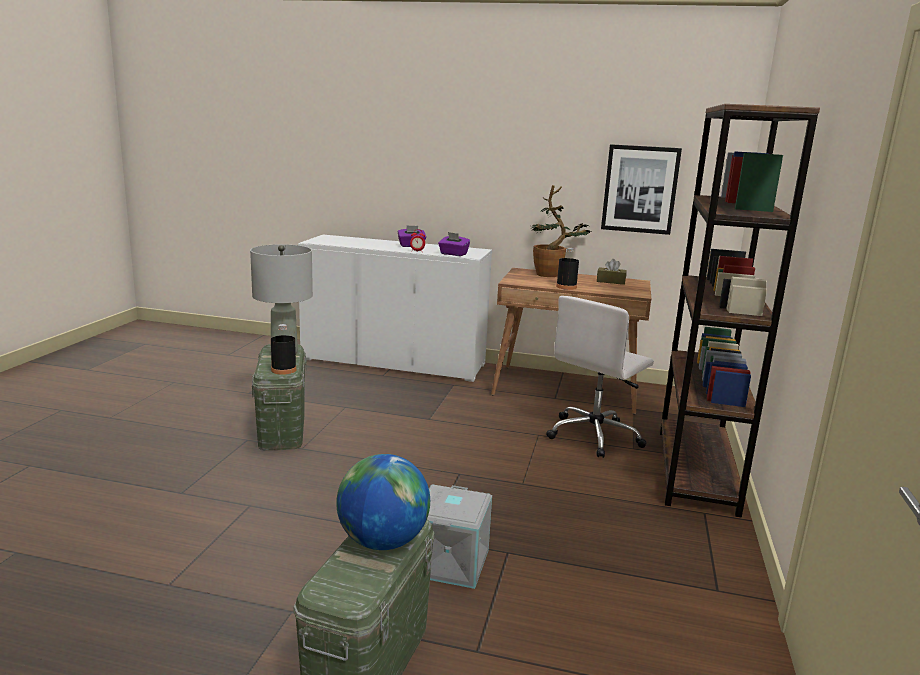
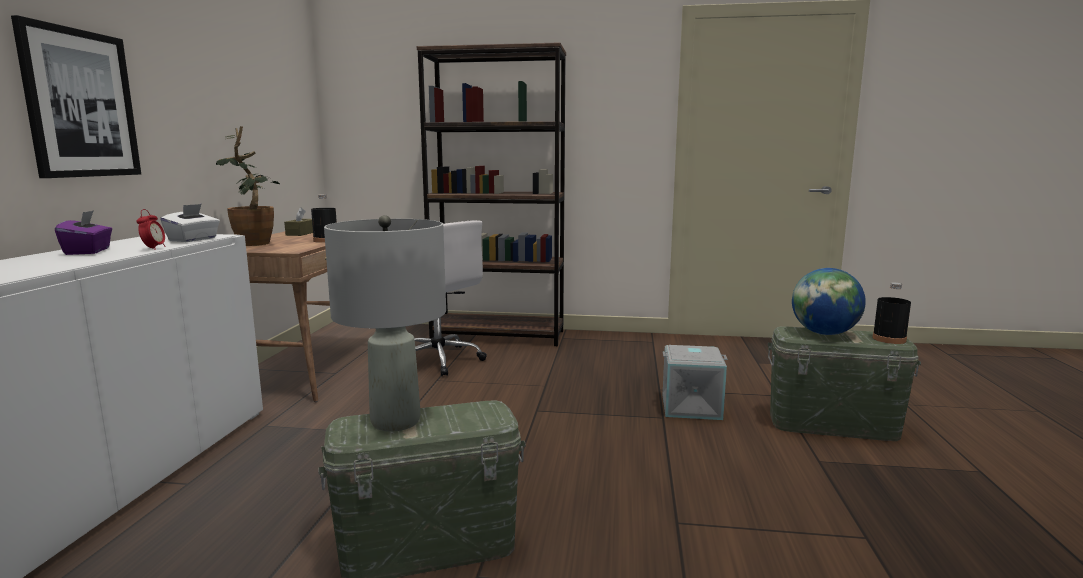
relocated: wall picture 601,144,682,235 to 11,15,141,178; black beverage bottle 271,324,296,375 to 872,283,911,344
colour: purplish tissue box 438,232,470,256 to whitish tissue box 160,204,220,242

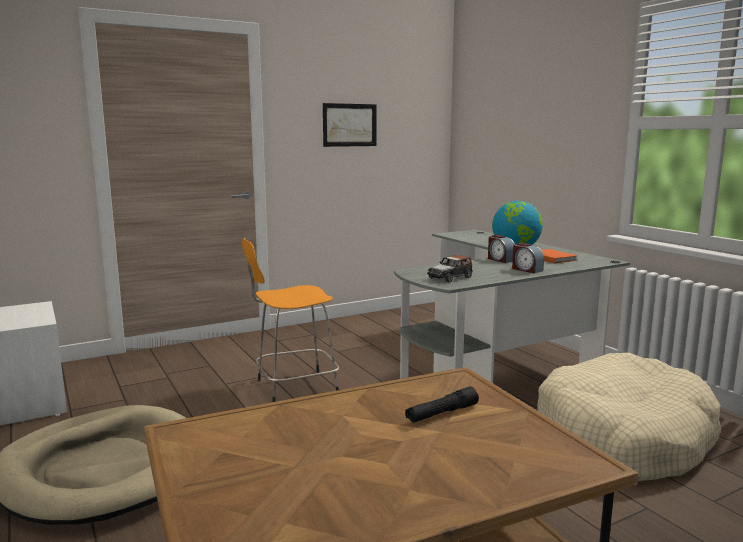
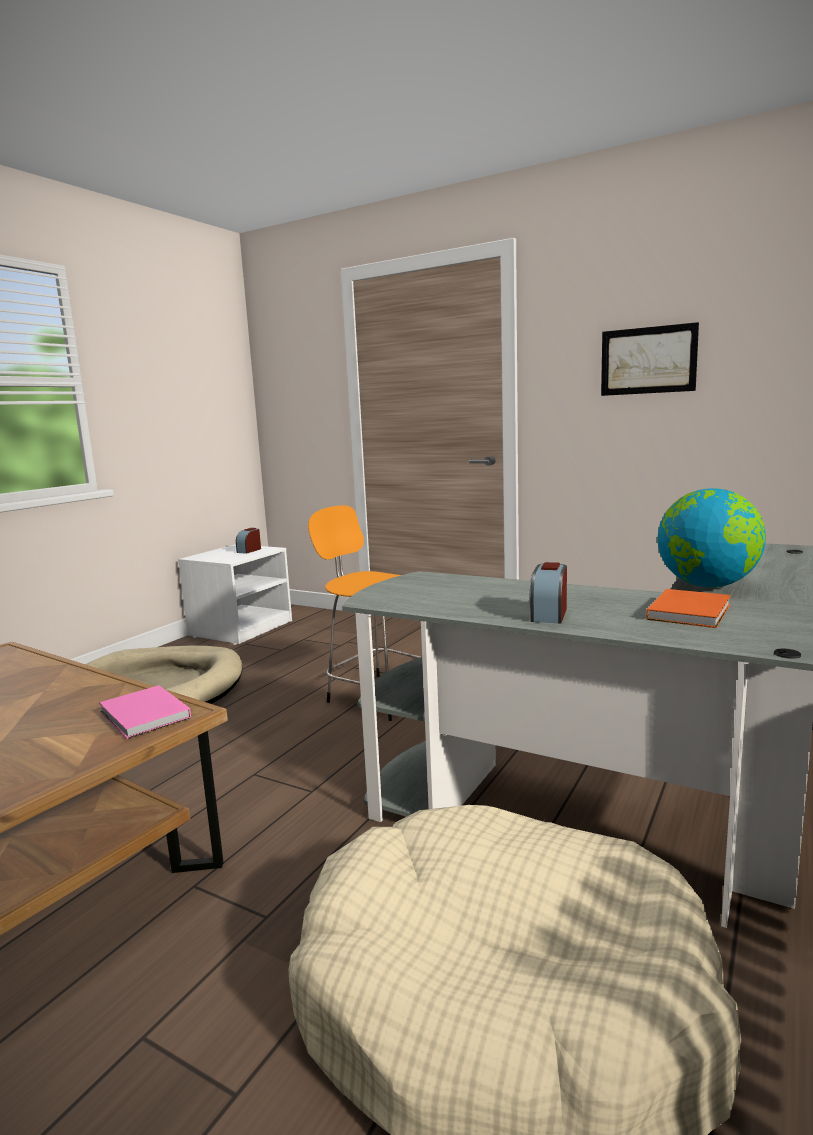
missing: toy car 427,255,473,283; black torch 405,387,479,423
appeared: pink book 99,685,191,739
relocated: bedside clock 488,235,515,263 to 236,528,261,554

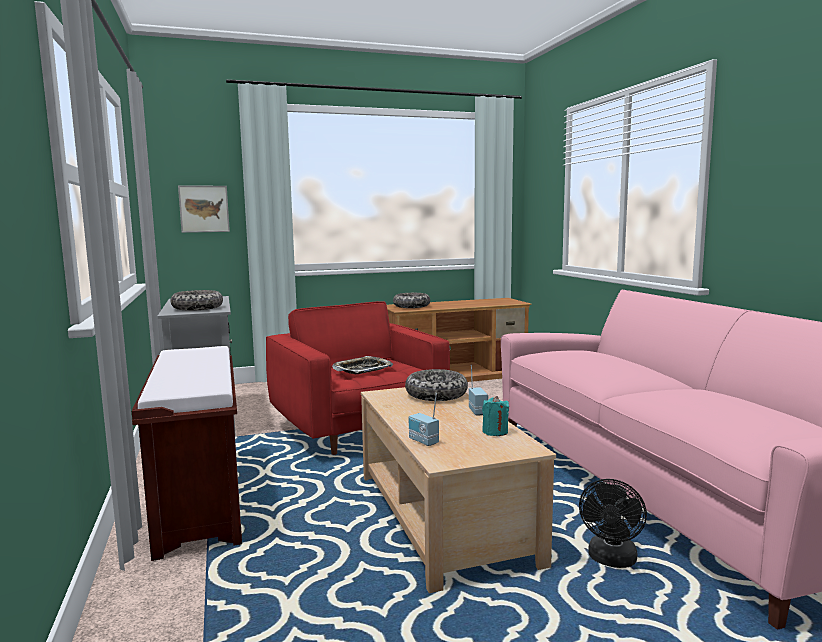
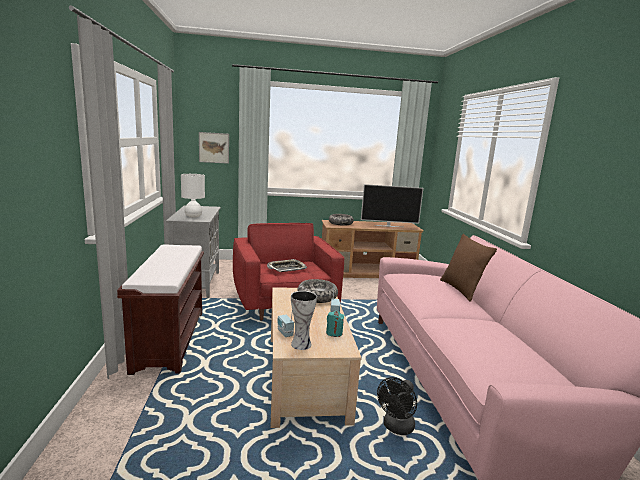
appeared: TV set 361,184,423,227; brown-coloured cushion 440,234,497,302; flower vase 291,291,317,350
exchanged: bowl 171,290,223,311 to whitish table lamp 181,174,205,218

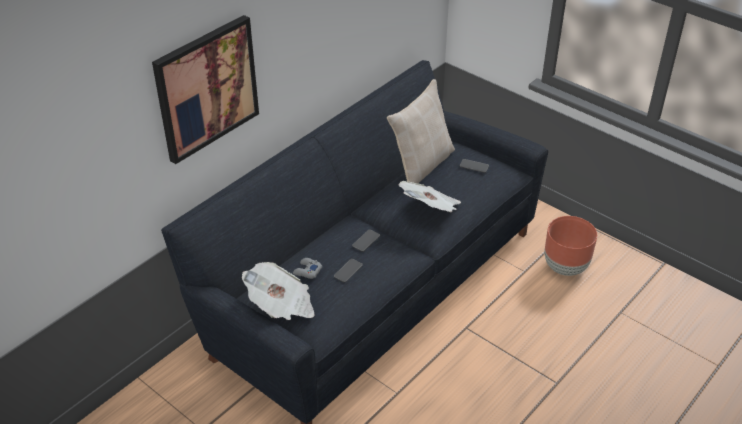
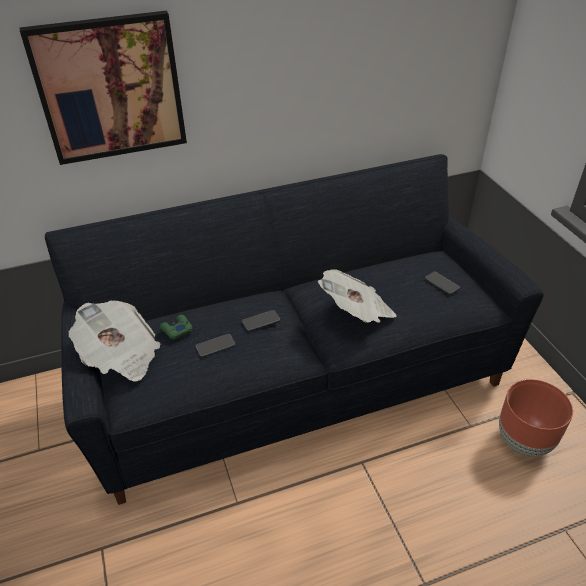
missing: beige-coloured cushion 387,79,455,183
colour: grey gamepad 293,258,322,279 to greenish gamepad 160,315,192,340

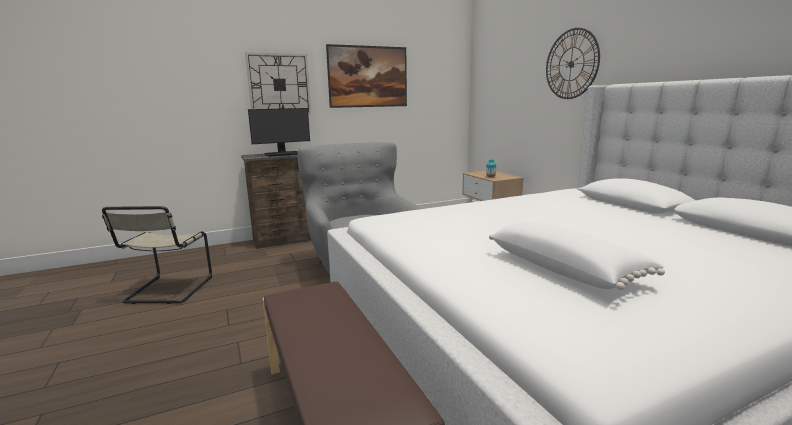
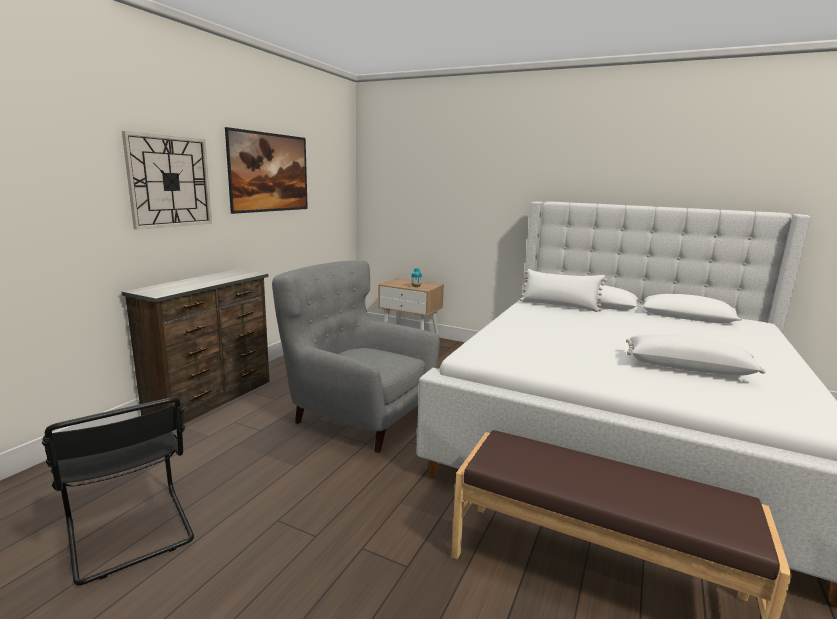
missing: hanging clock 546,28,600,99; monitor 248,108,310,157
appeared: whitish cushion 520,269,607,312
colour: beige-coloured upright chair 102,206,212,304 to black upright chair 42,397,194,585

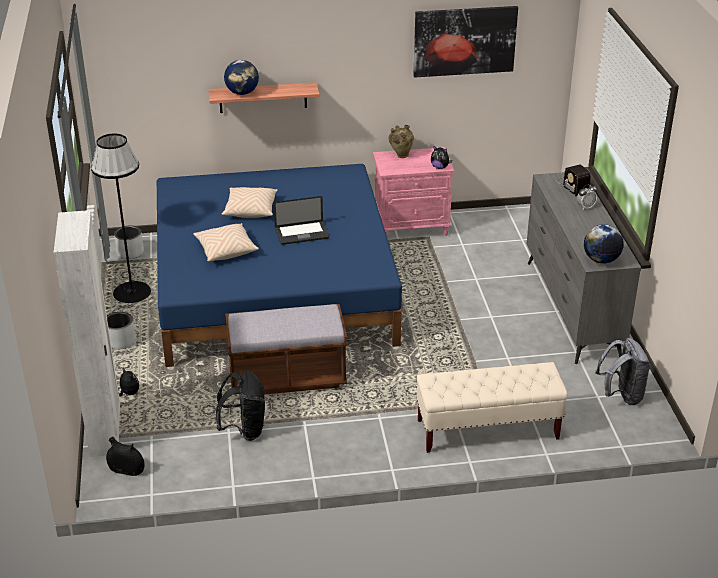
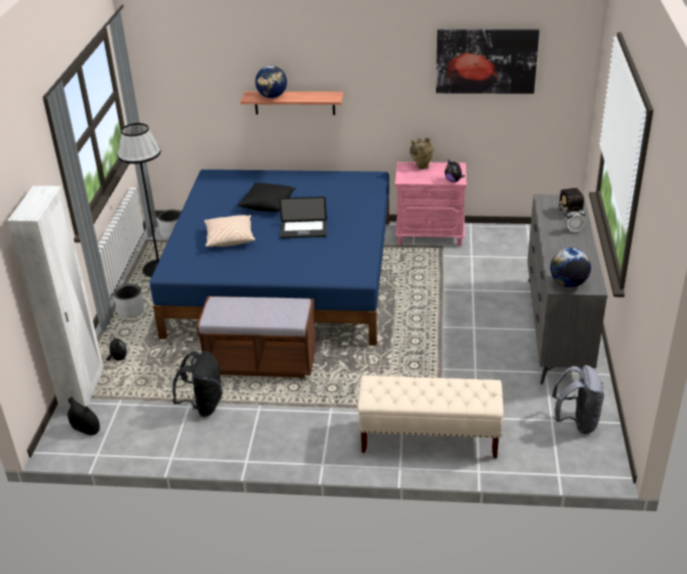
colour: beige-coloured cushion 222,187,278,218 to black cushion 237,183,296,212

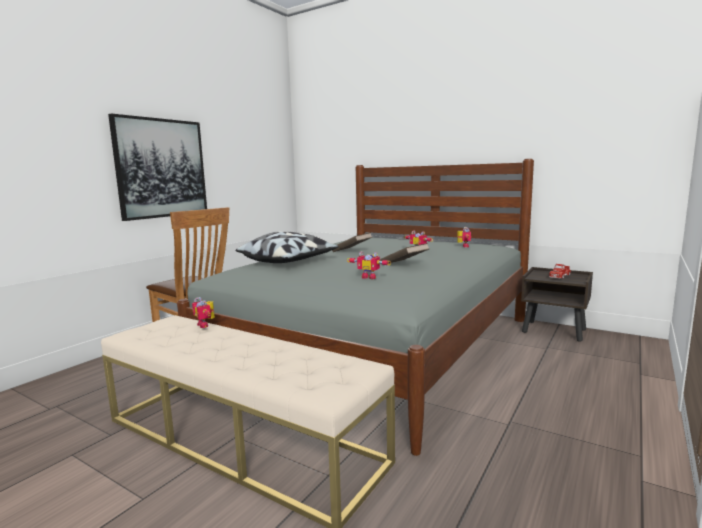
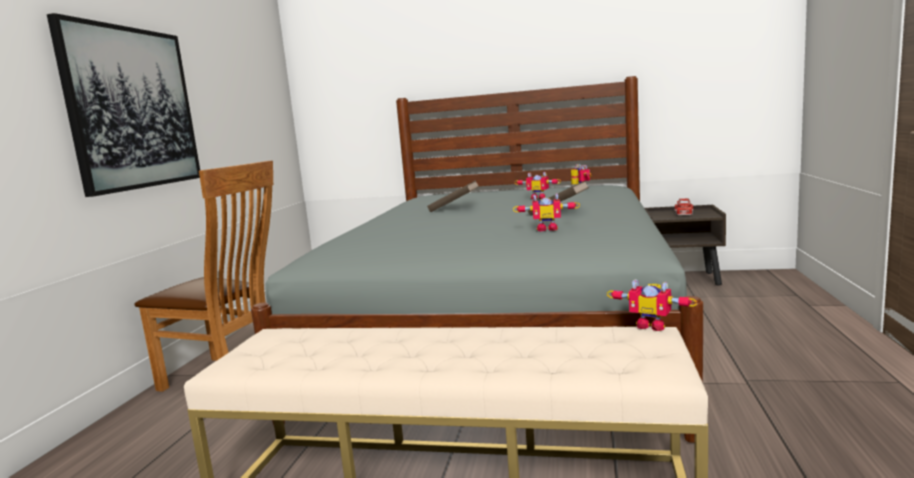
missing: cushion 236,231,339,263
relocated: toy robot 192,297,215,328 to 607,279,697,331

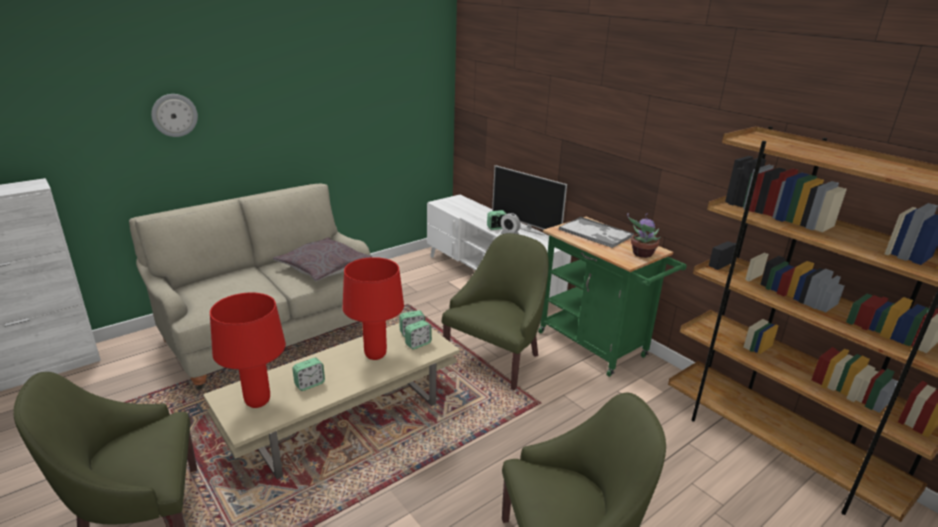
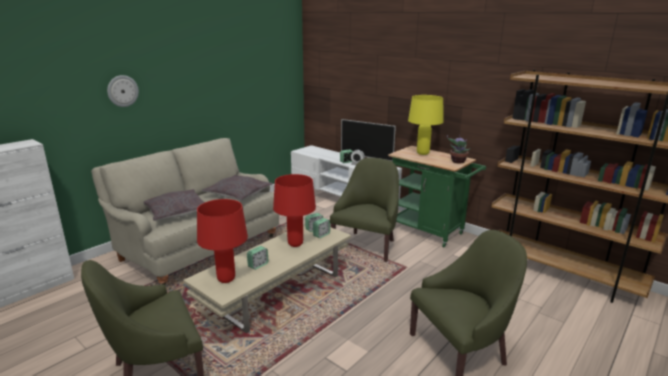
appeared: grey cushion 143,189,205,221
exchanged: carrying tray 559,217,634,248 to yellow-coloured table lamp 408,95,443,155

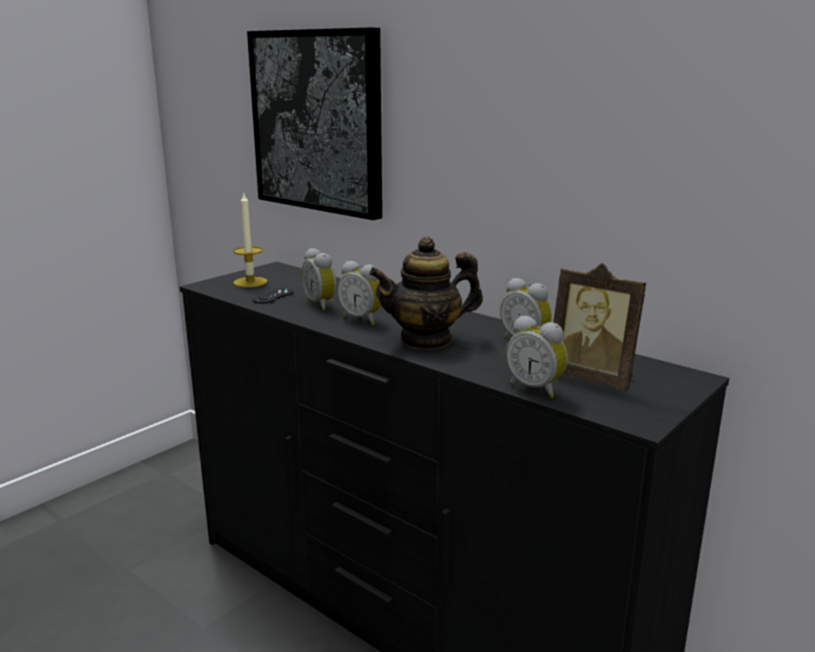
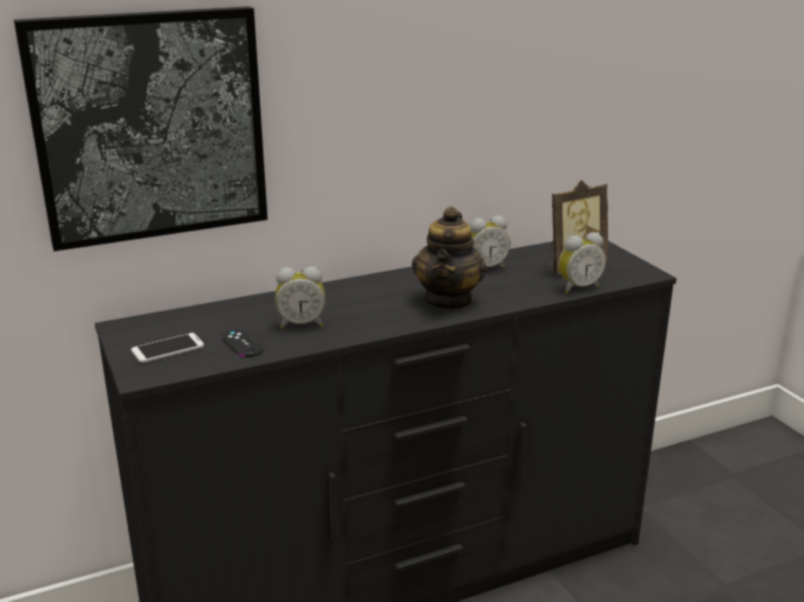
missing: bedside clock 337,261,381,325
exchanged: wax light 233,191,268,287 to handset 131,333,204,363

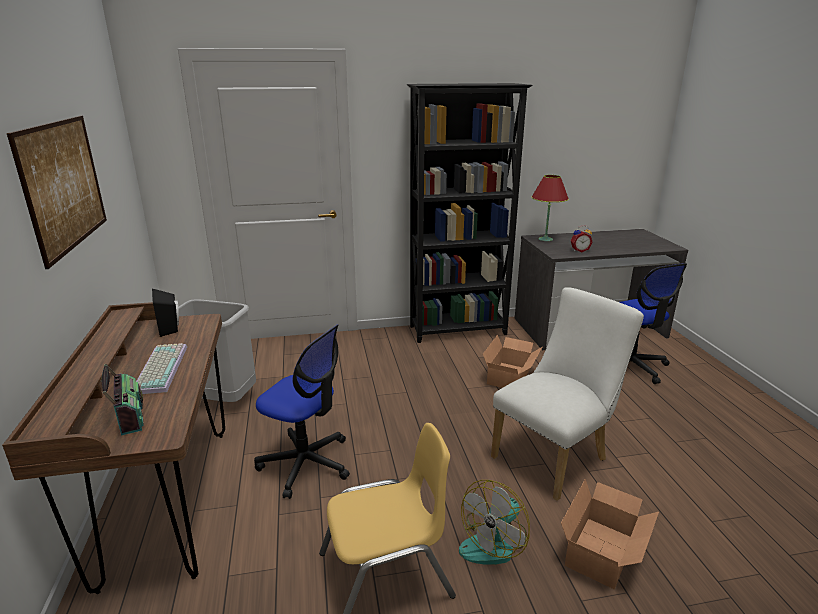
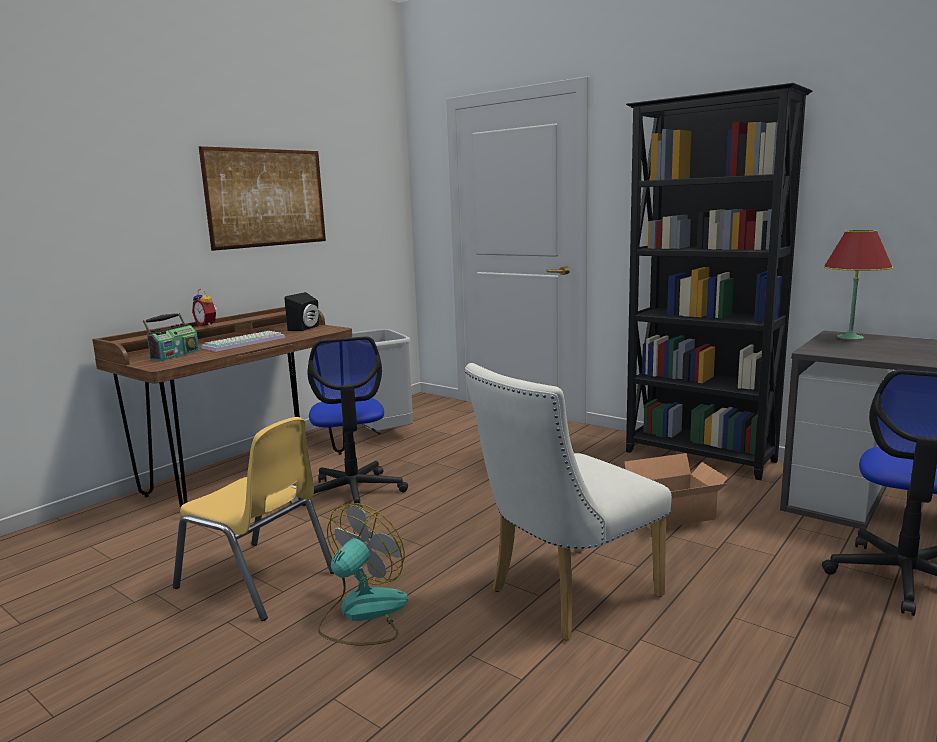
missing: packing box 561,479,659,589
relocated: bedside clock 571,225,593,252 to 192,289,217,326
spun: whitish upright chair 491,287,644,501 = 464,363,672,641 135 degrees clockwise; cooling fan 459,480,530,565 = 318,503,408,646 120 degrees clockwise

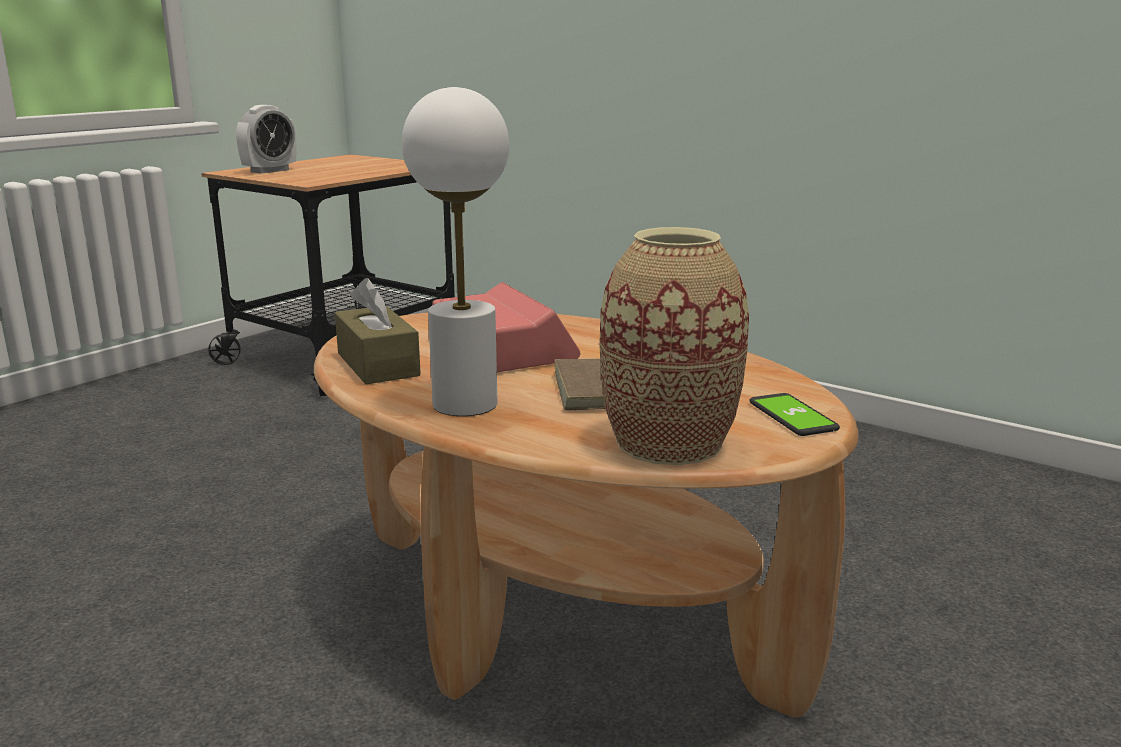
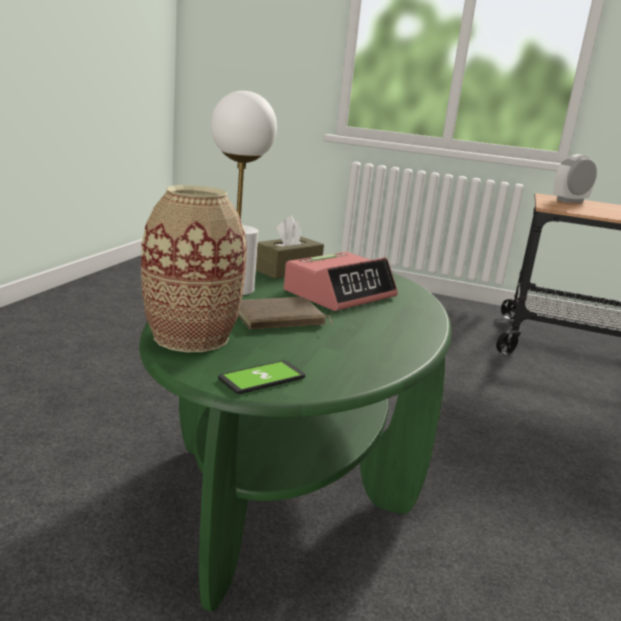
colour: brown-coloured low table 314,313,859,717 to greenish low table 139,271,452,612
spun: bedside clock 236,105,297,174 = 553,154,597,203 135 degrees clockwise

